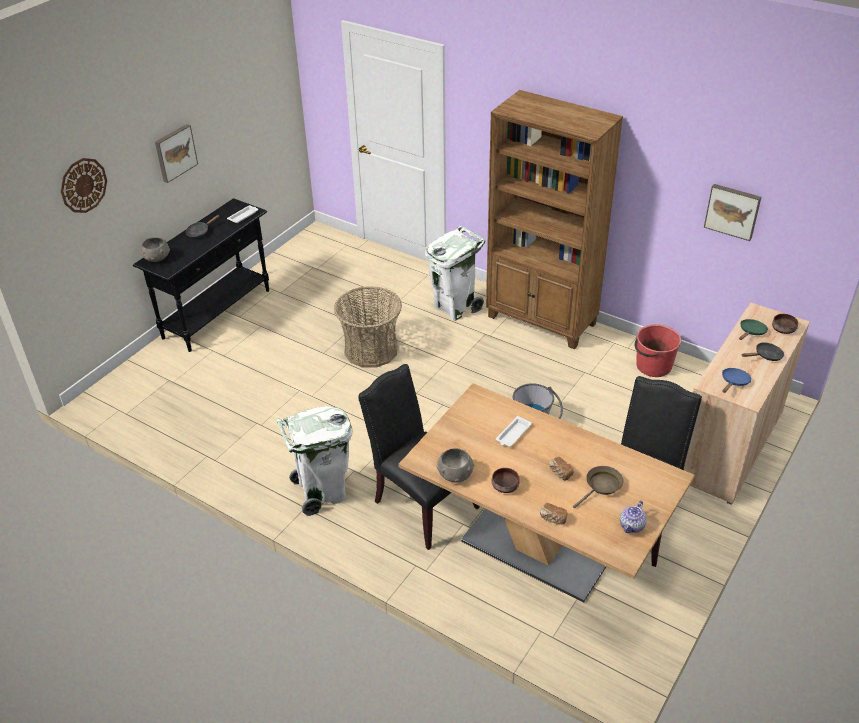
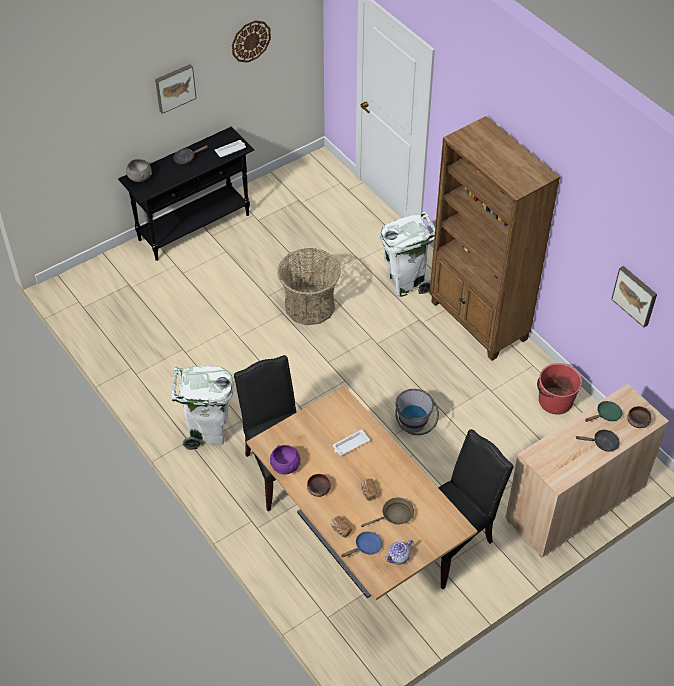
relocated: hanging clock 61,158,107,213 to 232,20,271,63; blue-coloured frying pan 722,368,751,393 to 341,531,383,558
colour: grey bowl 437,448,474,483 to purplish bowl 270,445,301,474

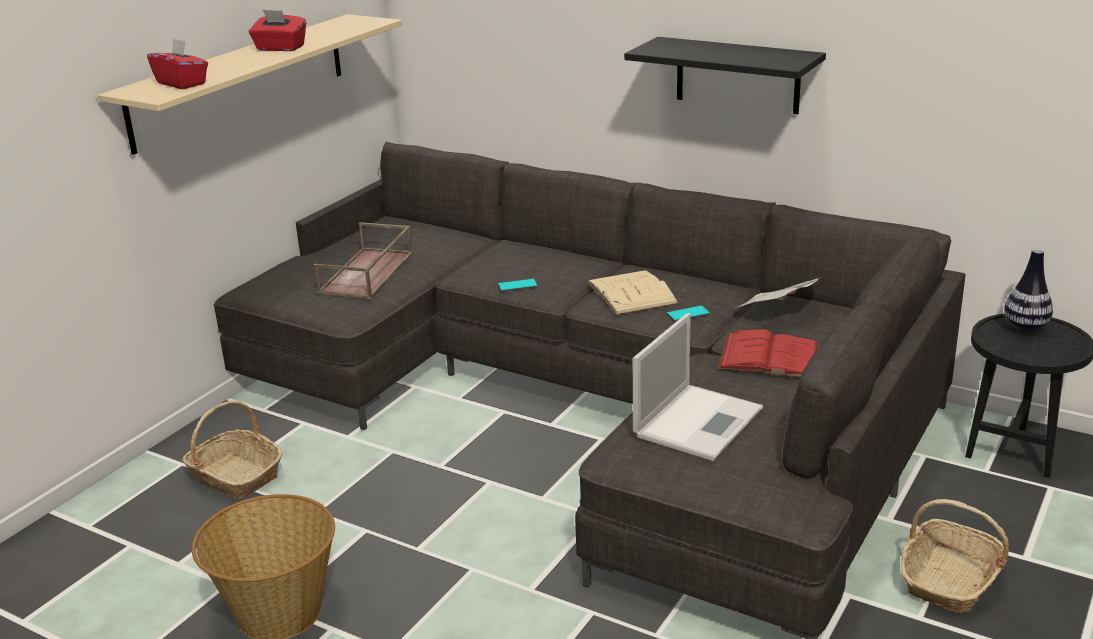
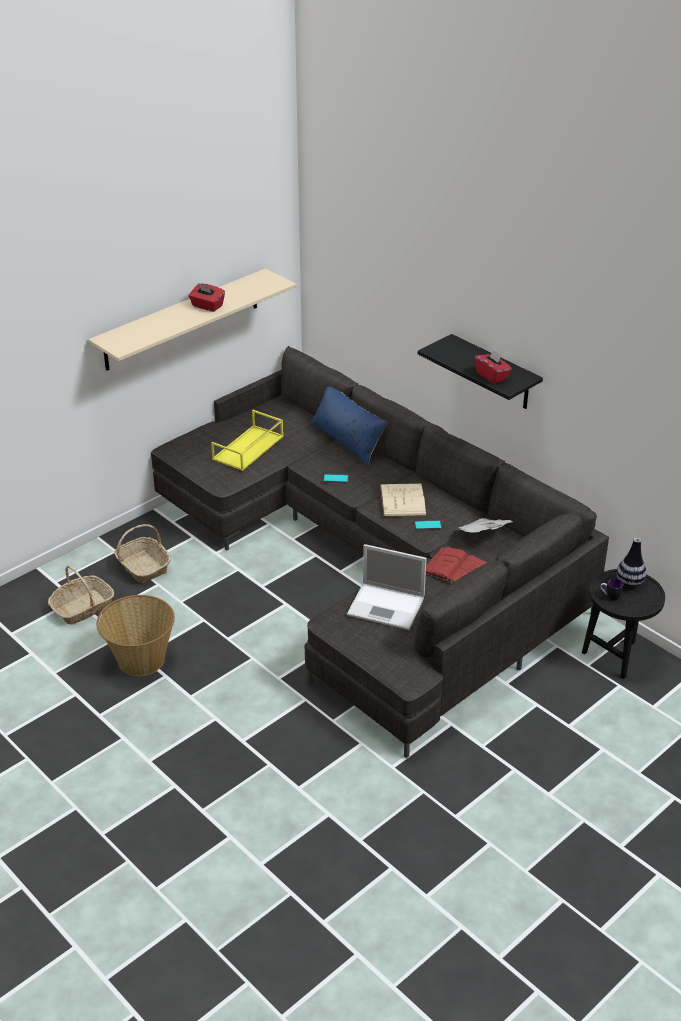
appeared: blue-coloured cushion 310,387,388,466; mug 600,578,624,601
relocated: red tissue box 147,38,208,89 to 474,349,512,384; basket 901,499,1009,613 to 48,565,114,625
colour: brown-coloured carrying tray 313,222,413,299 to yellow-coloured carrying tray 211,410,284,471
spun: laptop 633,313,763,461 = 347,544,426,630 60 degrees clockwise

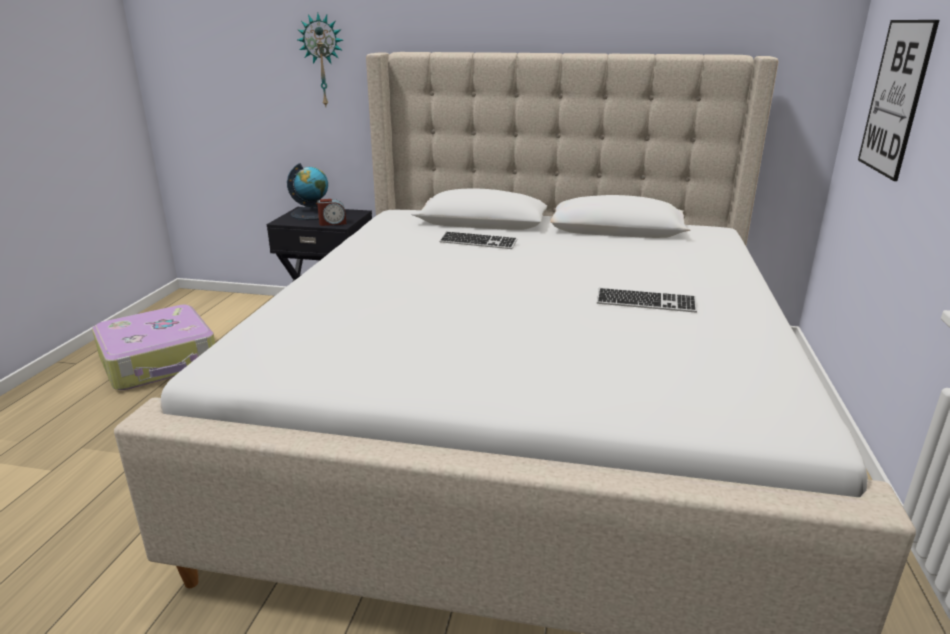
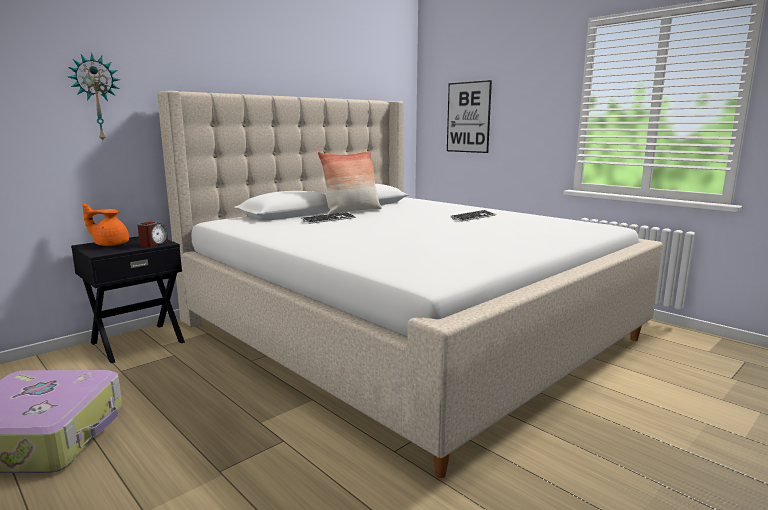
appeared: cushion 318,151,382,214
exchanged: world globe 287,163,328,220 to orangey teapot 82,203,129,246

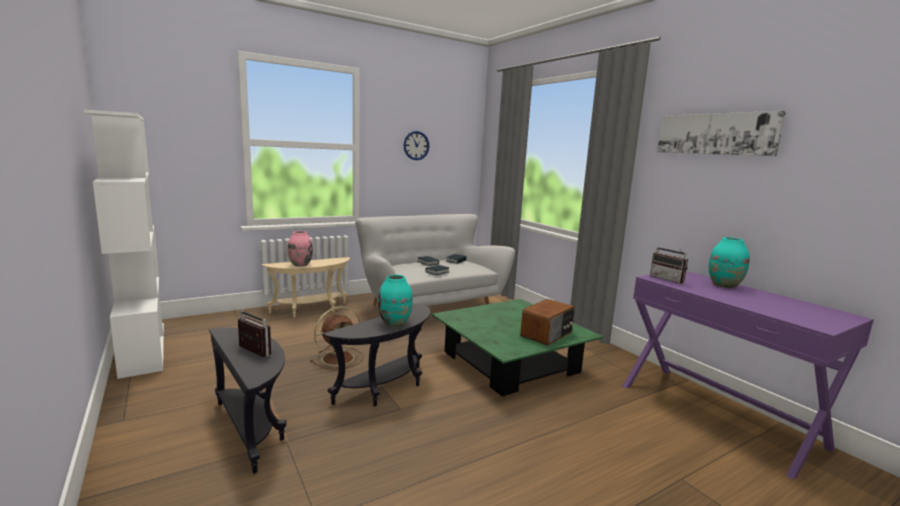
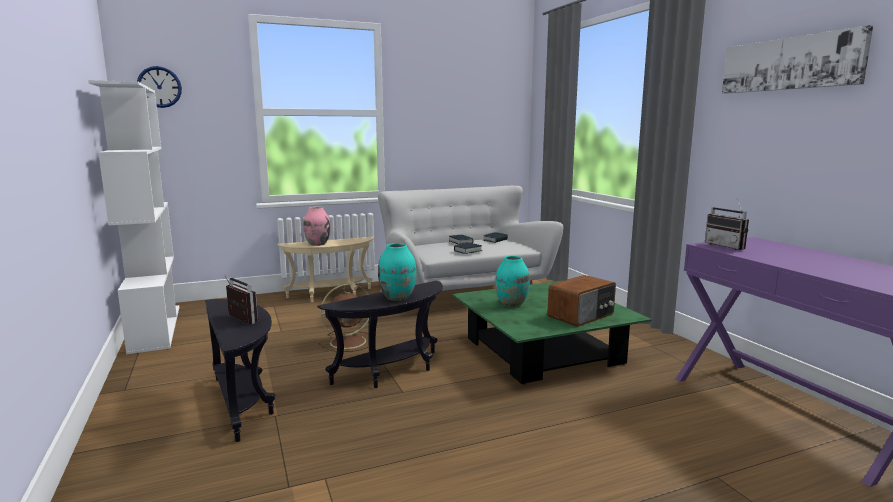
relocated: hanging clock 404,131,429,160 to 137,66,182,108; turquoise-coloured flower vase 709,237,750,288 to 495,256,530,307

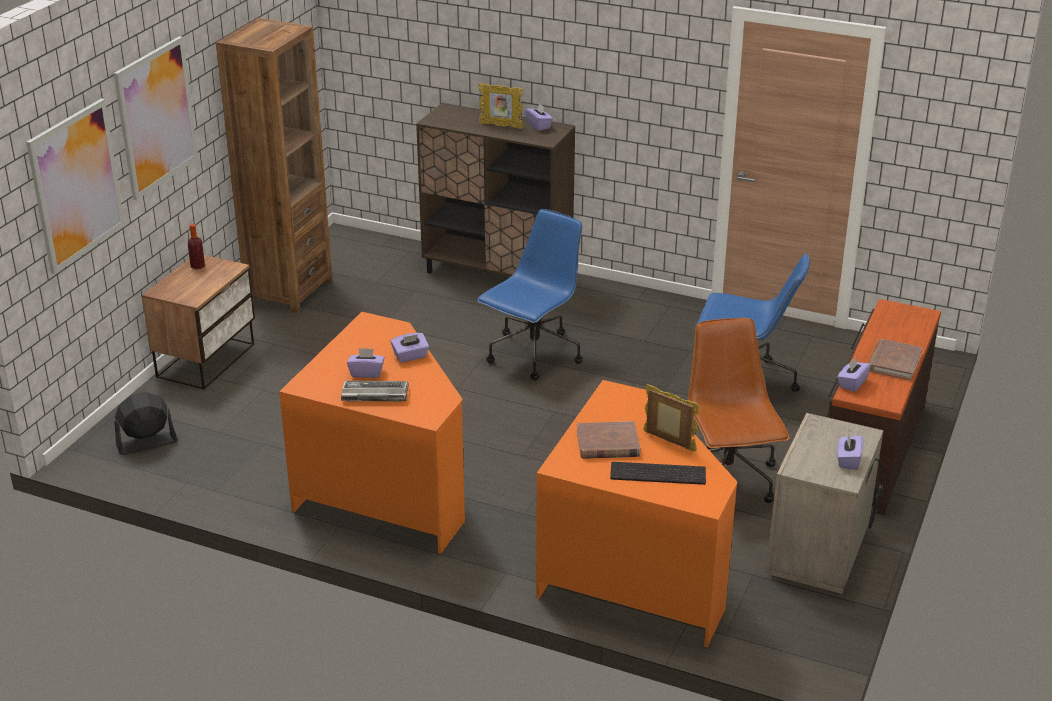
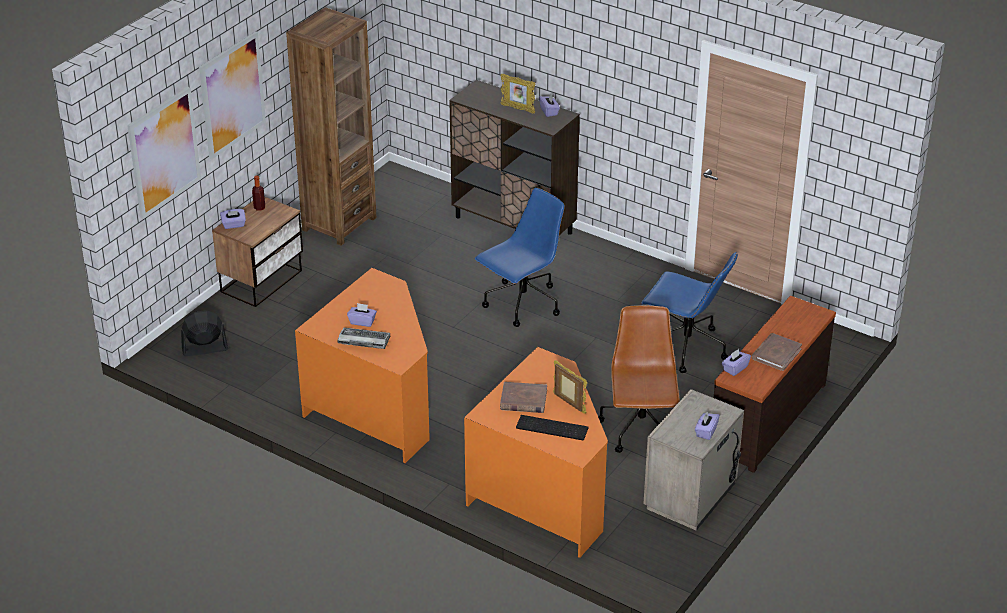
relocated: purplish tissue box 391,333,429,362 to 220,209,246,229

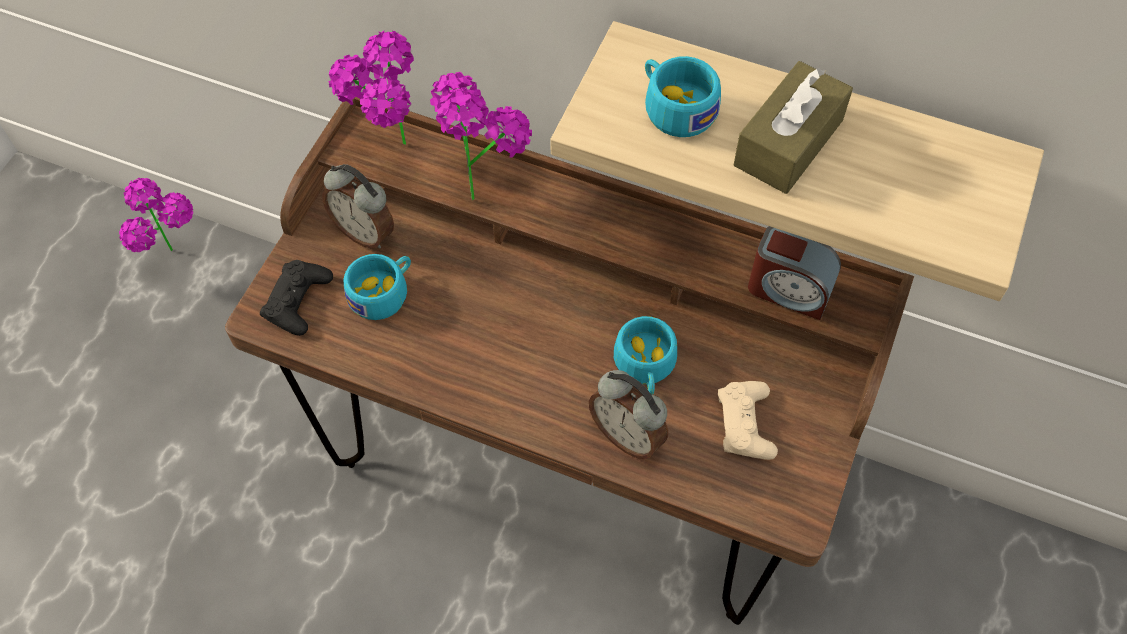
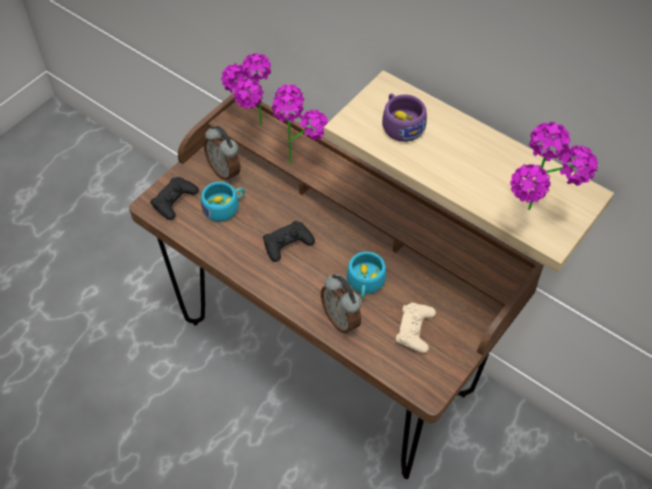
missing: brown-coloured tissue box 734,61,853,194; bedside clock 748,226,841,320
appeared: black gamepad 263,221,315,262
relocated: houseplant 119,177,193,252 to 510,121,598,210
colour: turquoise-coloured drinking cup 645,56,721,137 to purplish drinking cup 382,93,427,142

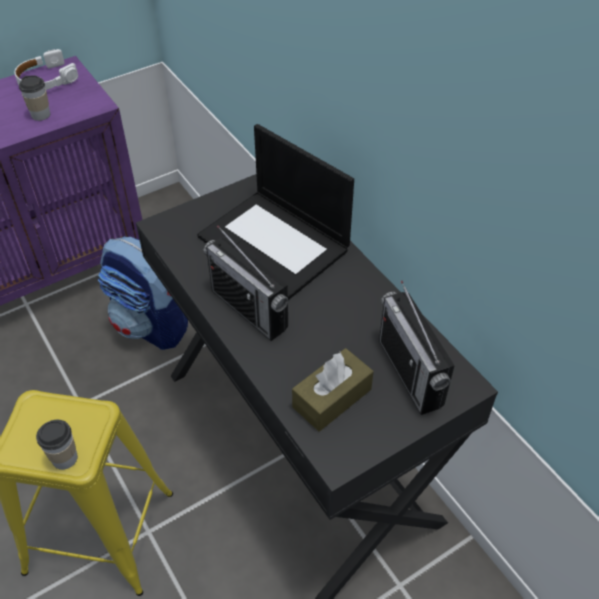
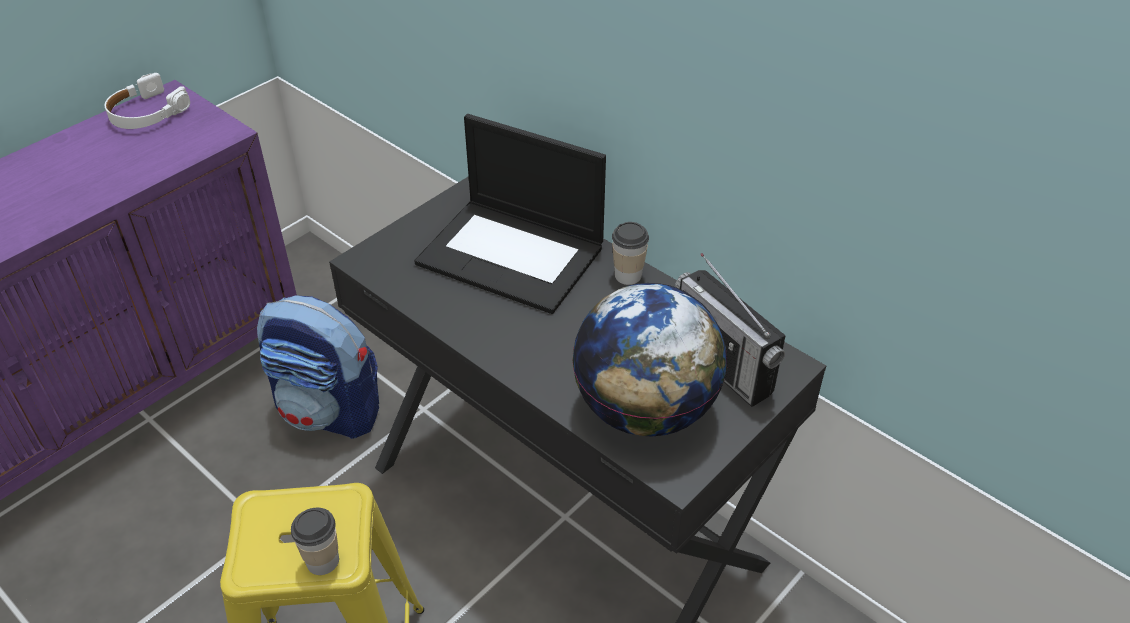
missing: radio receiver 204,226,288,341
relocated: drinking cup 19,75,50,121 to 612,222,649,285
exchanged: brown-coloured tissue box 292,348,374,431 to world globe 572,283,727,436

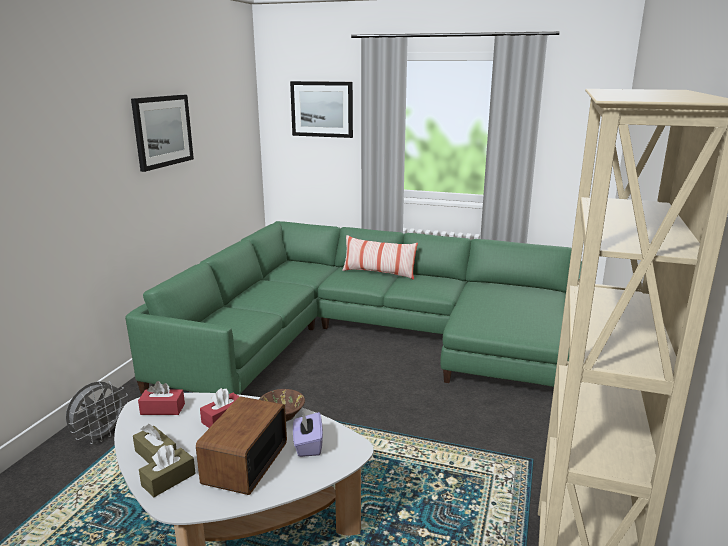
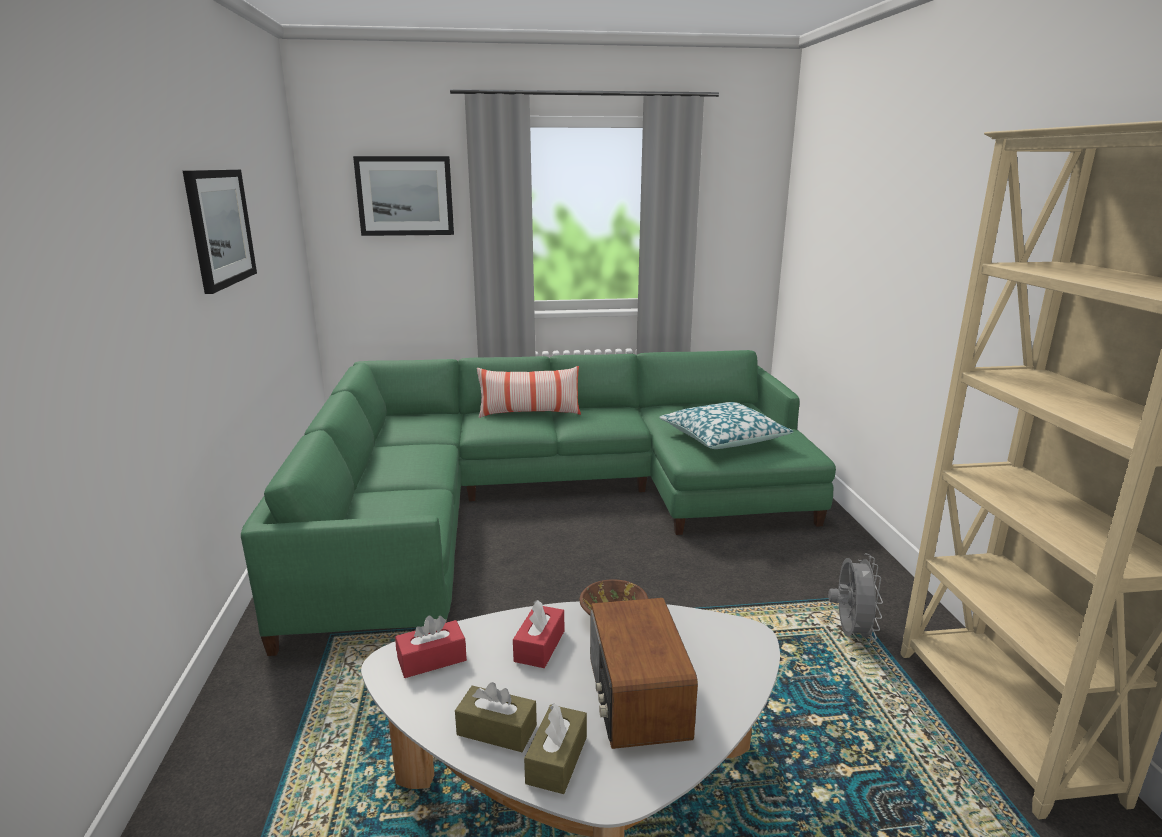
missing: purplish tissue box 293,412,323,457
appeared: cushion 659,402,794,449
relocated: grey cooling fan 66,381,128,444 to 828,554,883,644

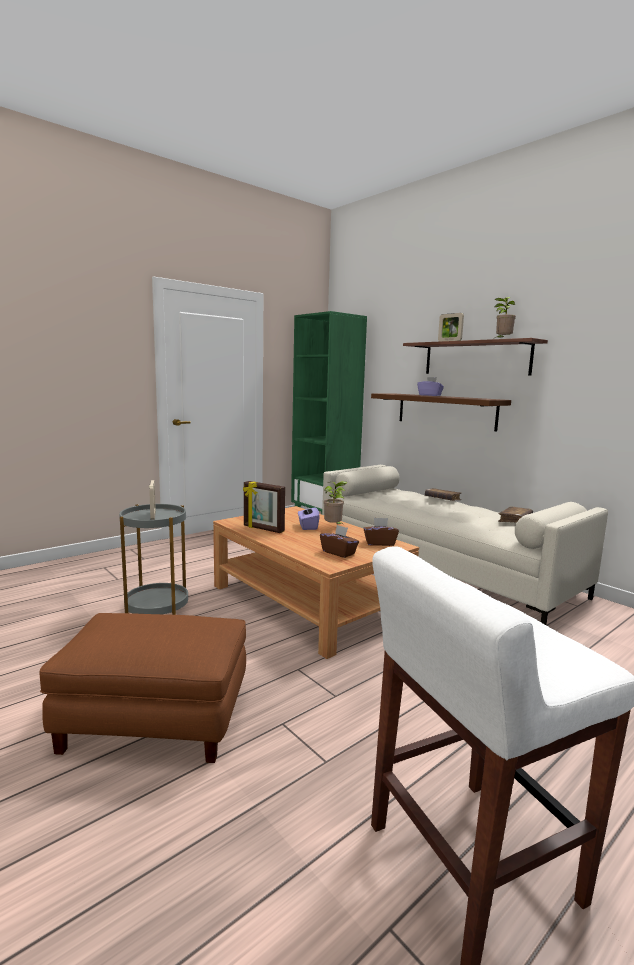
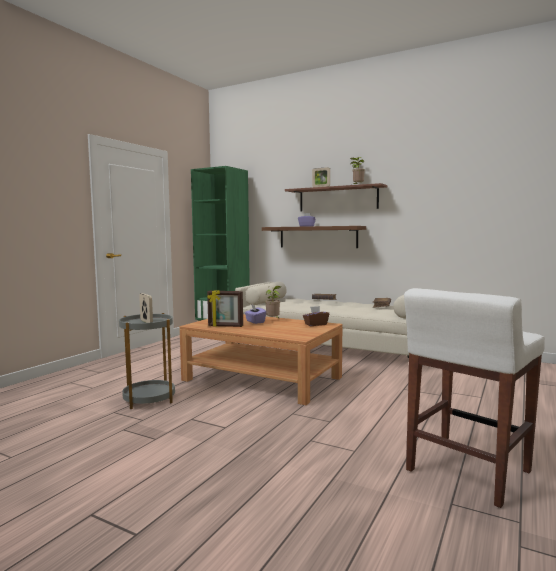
missing: brown-coloured tissue box 320,525,359,558; brown-coloured footrest 39,613,246,763

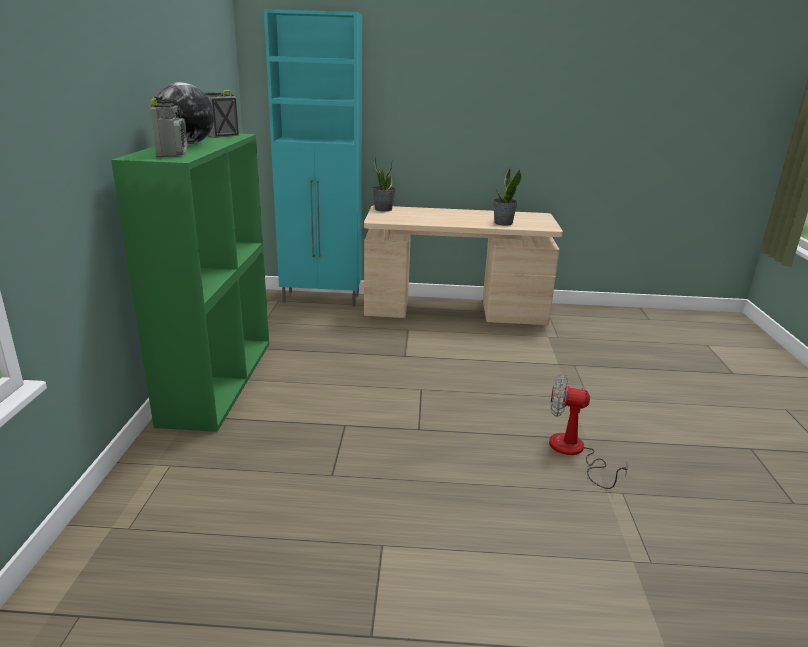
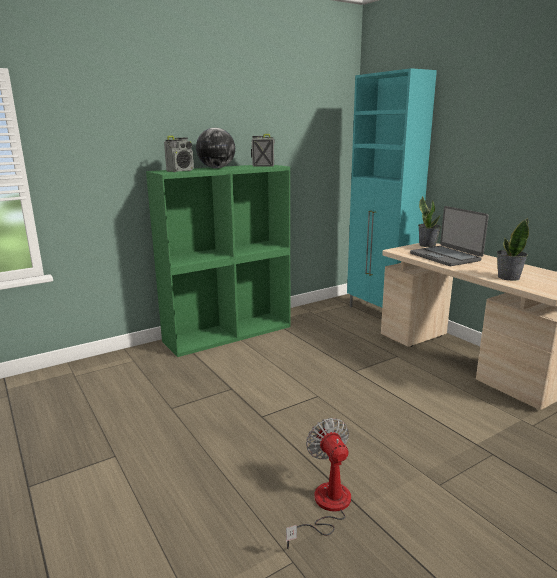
appeared: laptop 410,206,489,266

